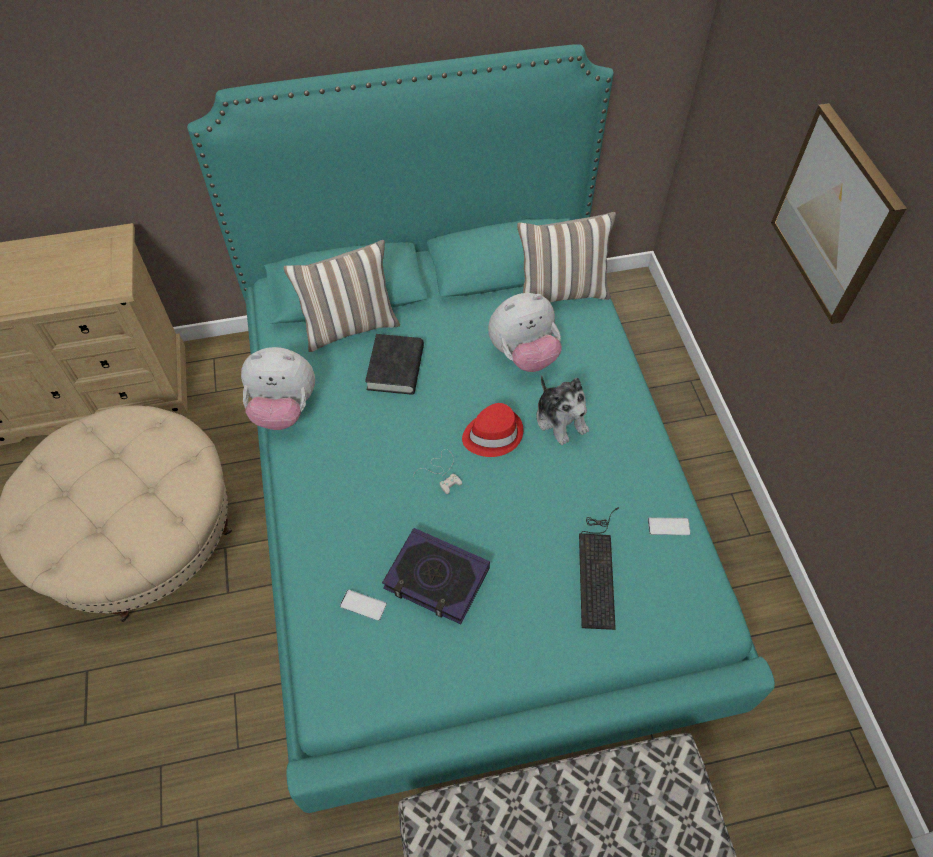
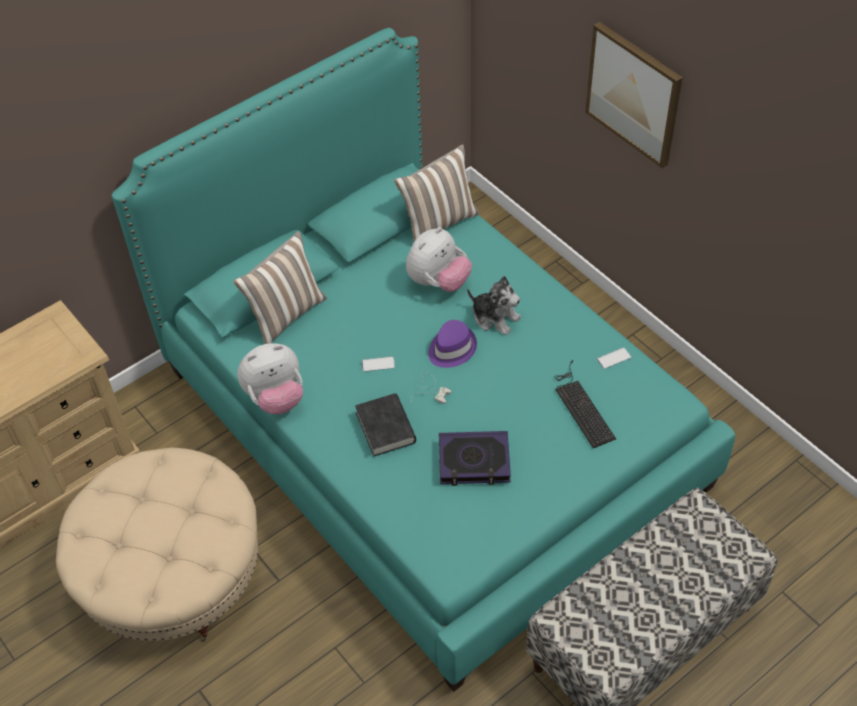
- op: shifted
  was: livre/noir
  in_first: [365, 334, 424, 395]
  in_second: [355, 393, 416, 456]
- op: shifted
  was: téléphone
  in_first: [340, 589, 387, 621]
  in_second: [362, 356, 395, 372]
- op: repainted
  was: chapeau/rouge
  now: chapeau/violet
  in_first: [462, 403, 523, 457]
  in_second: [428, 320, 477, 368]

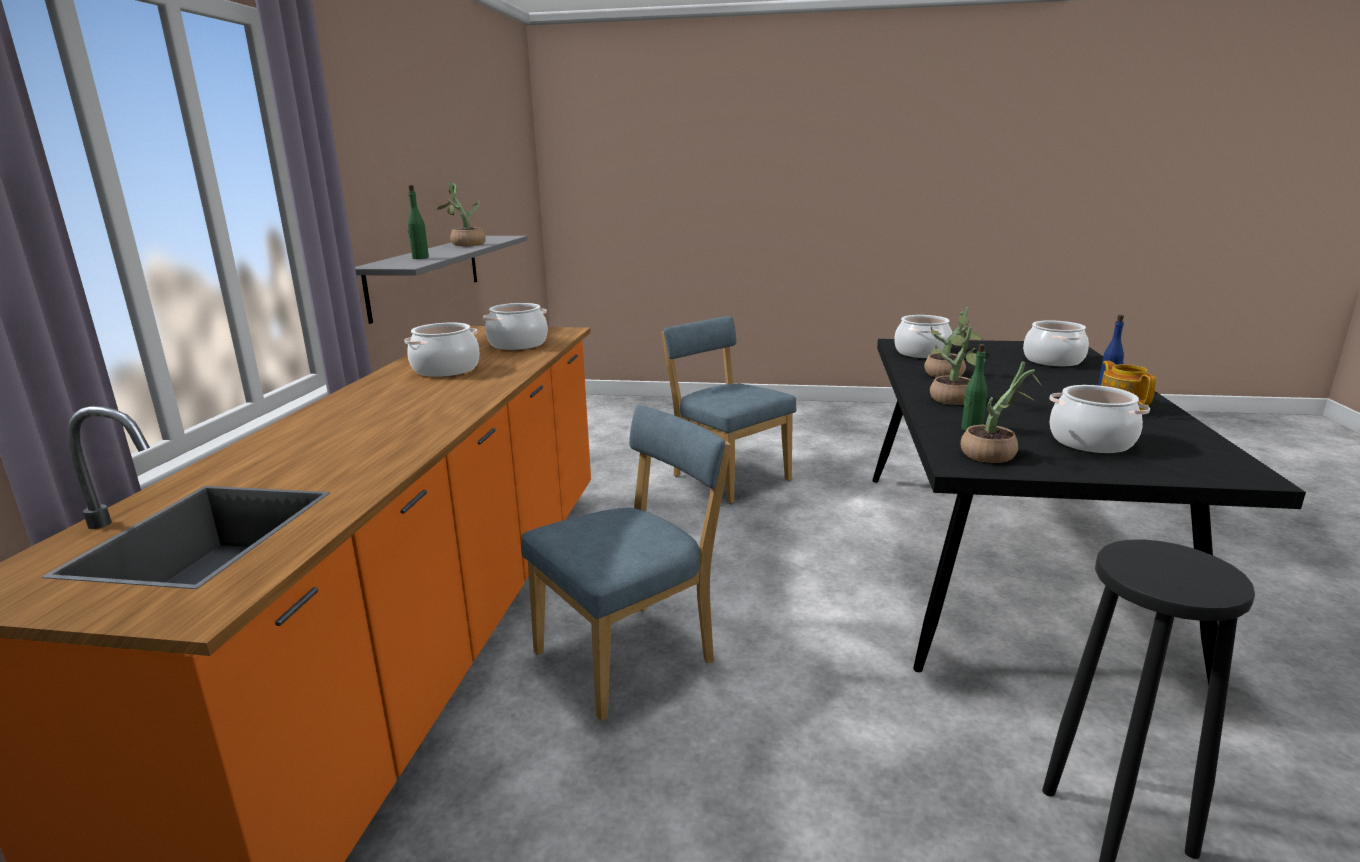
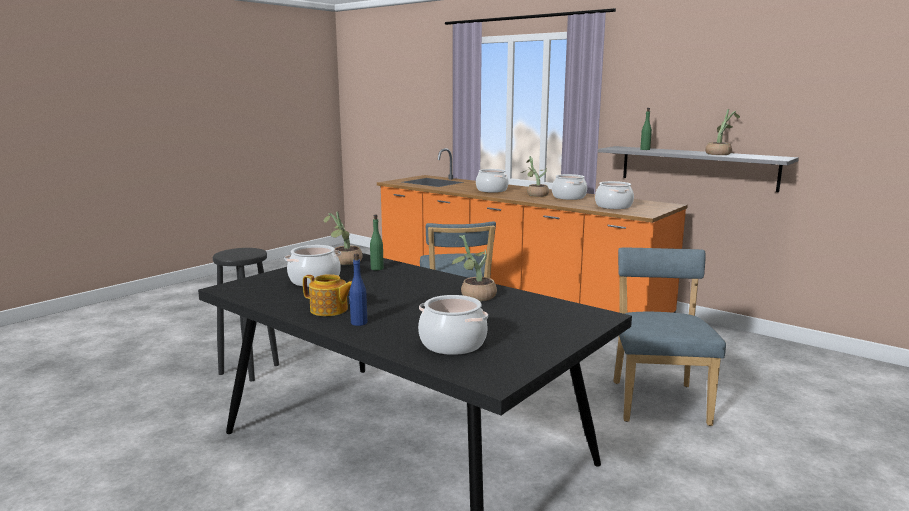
- op: shifted
  was: marmite
  in_first: [894, 315, 952, 358]
  in_second: [476, 169, 509, 193]
- op: shifted
  was: plante en pot
  in_first: [930, 327, 985, 405]
  in_second: [521, 156, 549, 197]
- op: rotated
  was: chaise/bleu
  in_first: [661, 316, 797, 503]
  in_second: [613, 248, 726, 426]
  clockwise: -75

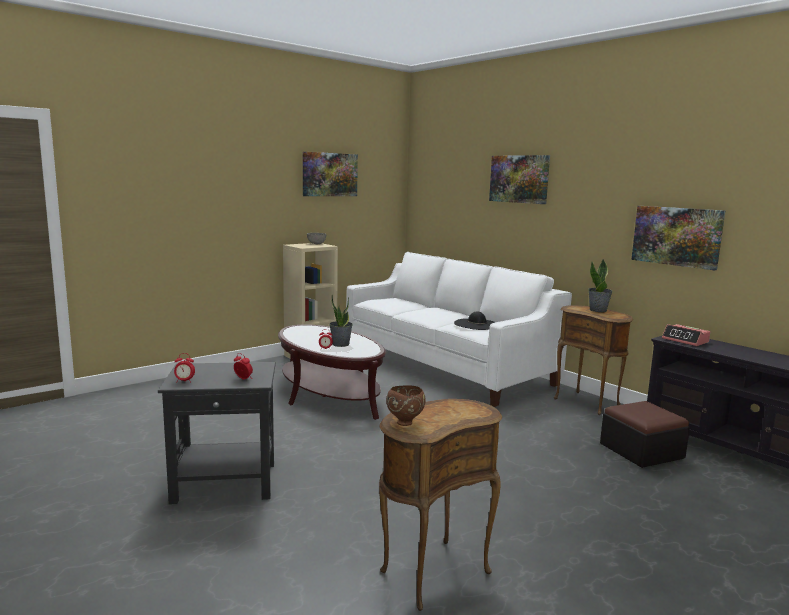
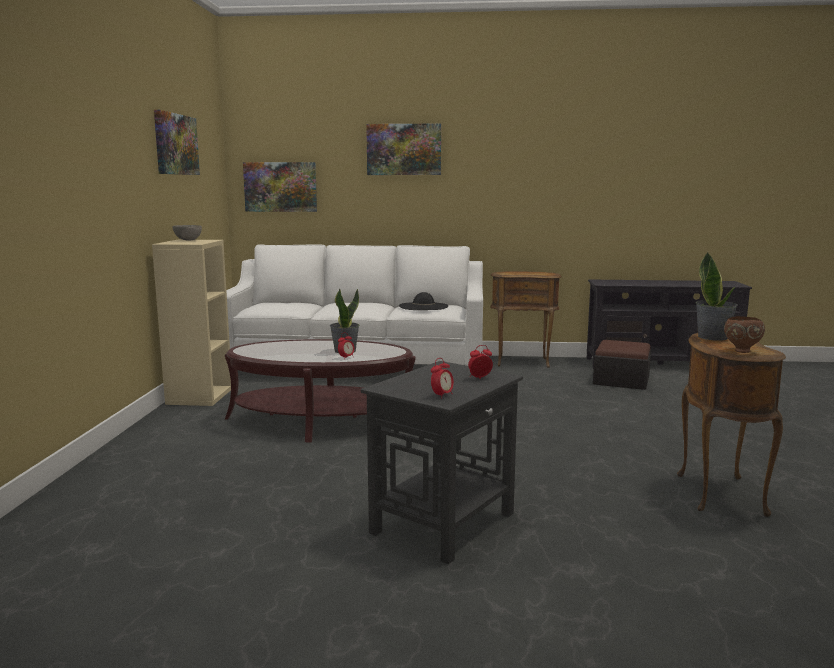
- op: shifted
  was: tableau
  in_first: [631, 206, 725, 270]
  in_second: [243, 162, 317, 212]
- op: shifted
  was: plante en pot
  in_first: [588, 259, 613, 312]
  in_second: [696, 251, 738, 341]
- op: gone
  was: réveil
  in_first: [662, 324, 710, 346]

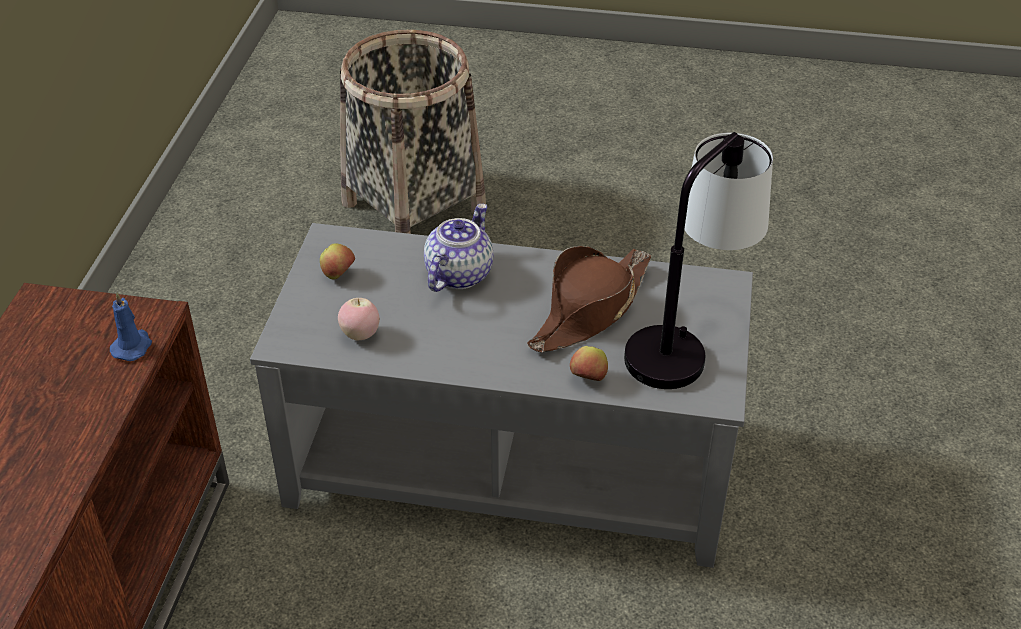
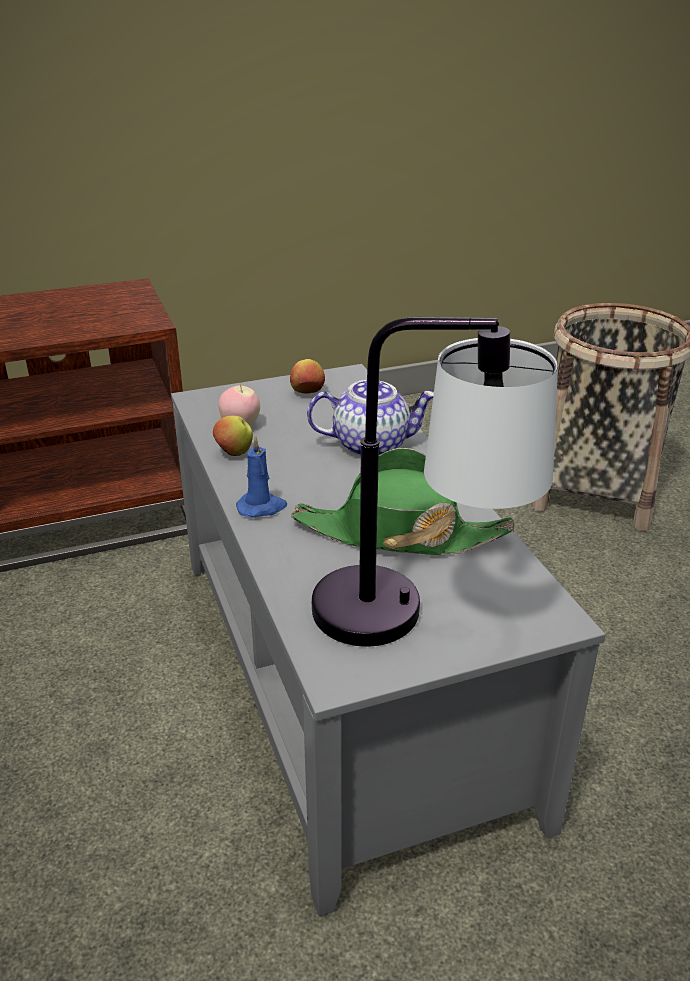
- op: shifted
  was: pomme
  in_first: [570, 346, 608, 381]
  in_second: [213, 415, 253, 456]
- op: shifted
  was: bougie/bleu
  in_first: [110, 292, 152, 361]
  in_second: [236, 435, 287, 518]
- op: repainted
  was: chapeau/marron
  now: chapeau/vert
  in_first: [527, 246, 651, 352]
  in_second: [291, 448, 514, 555]

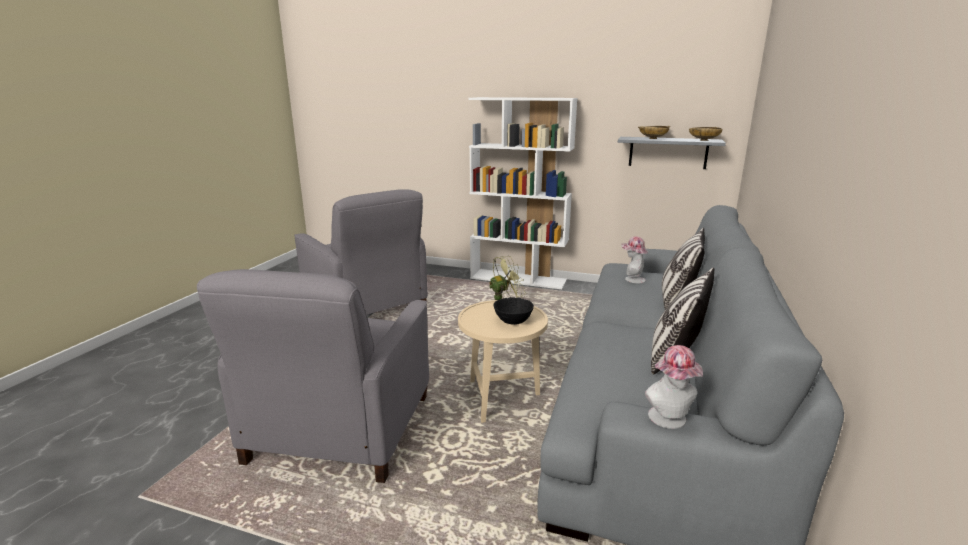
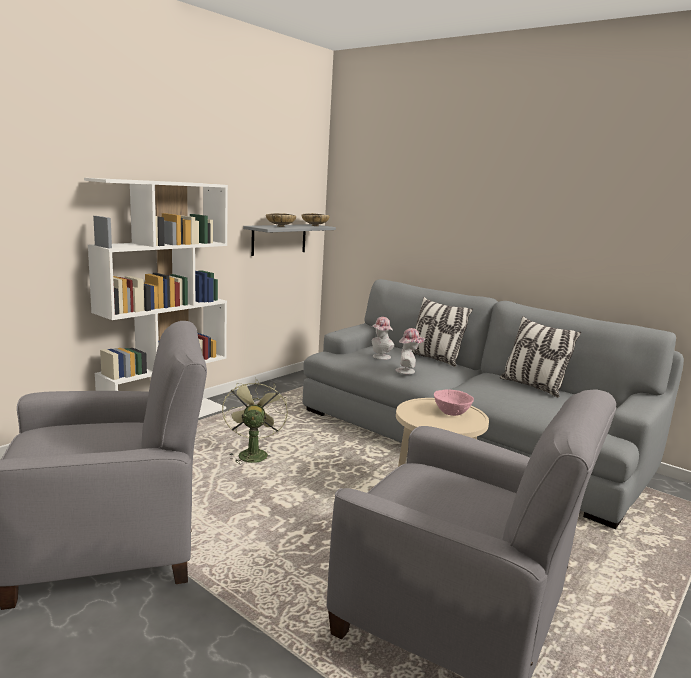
- op: shifted
  was: chapeau
  in_first: [645, 345, 703, 429]
  in_second: [396, 328, 426, 374]
- op: repainted
  was: bol/noir
  now: bol/rose
  in_first: [494, 297, 534, 325]
  in_second: [434, 389, 474, 416]

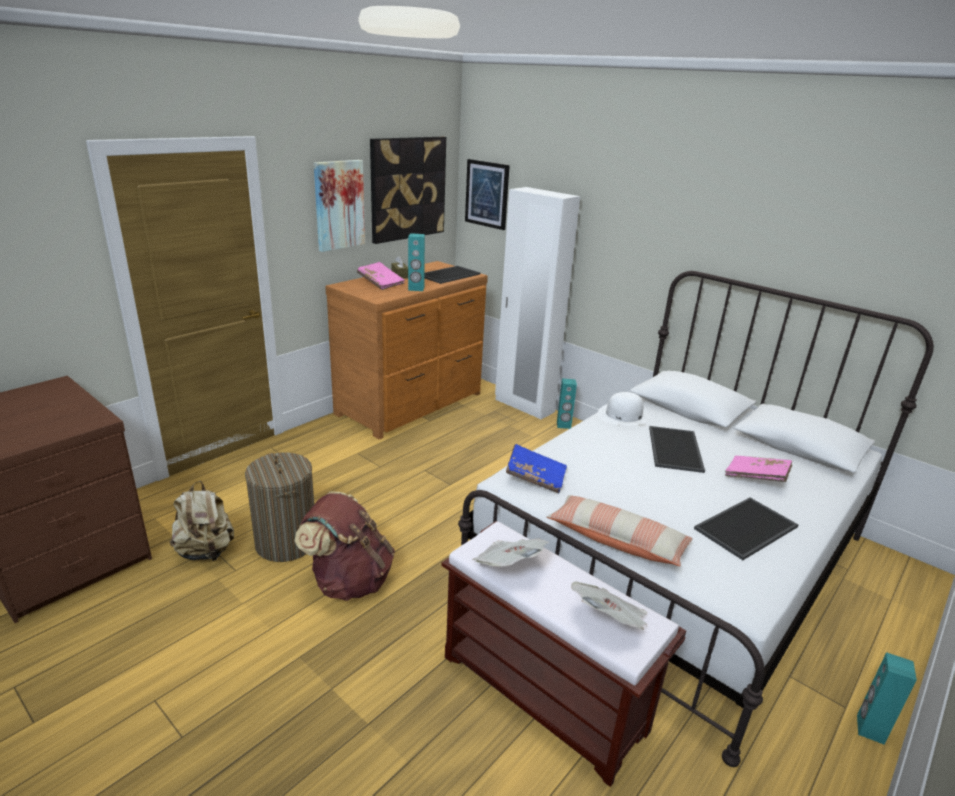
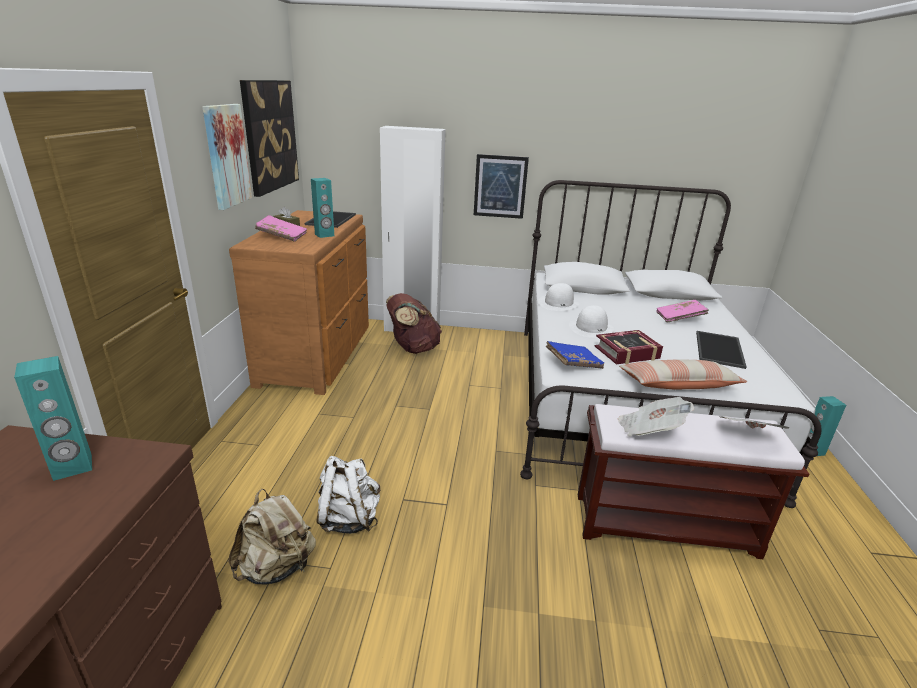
- op: shifted
  was: enceinte/turquoise
  in_first: [557, 378, 577, 429]
  in_second: [14, 356, 92, 481]
- op: swapped
  was: panier à linge
  now: sac à dos/blanc
  in_first: [245, 453, 314, 562]
  in_second: [317, 456, 380, 534]
- op: shifted
  was: sac à dos/marron
  in_first: [295, 491, 395, 601]
  in_second: [386, 293, 442, 354]
- op: shifted
  was: tableau
  in_first: [465, 159, 510, 230]
  in_second: [474, 154, 529, 219]
- op: new
  now: chapeau/blanc
  in_second: [569, 305, 614, 338]
- op: new
  now: livre
  in_second: [594, 330, 663, 365]
- op: gone
  was: plateau
  in_first: [649, 426, 705, 473]

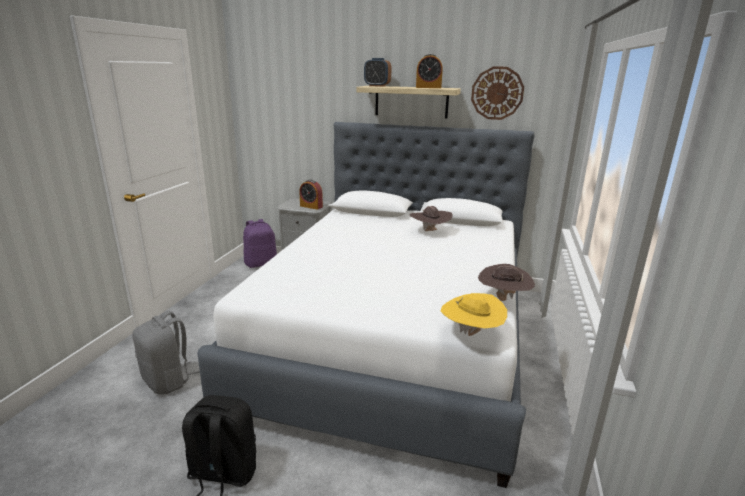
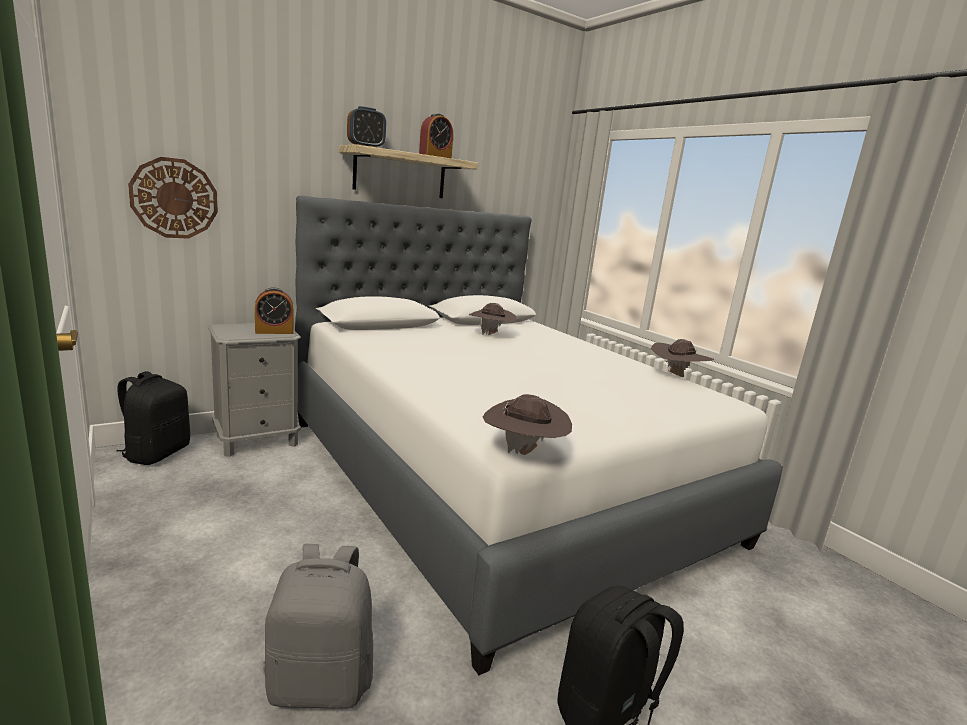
- op: repainted
  was: sac à dos/violet
  now: sac à dos/noir
  in_first: [243, 219, 277, 268]
  in_second: [116, 371, 190, 465]
- op: shifted
  was: horloge murale
  in_first: [471, 66, 524, 120]
  in_second: [128, 157, 218, 239]
- op: new
  now: chapeau/marron
  in_second: [483, 394, 572, 455]
- op: gone
  was: chapeau/jaune
  in_first: [440, 293, 507, 336]

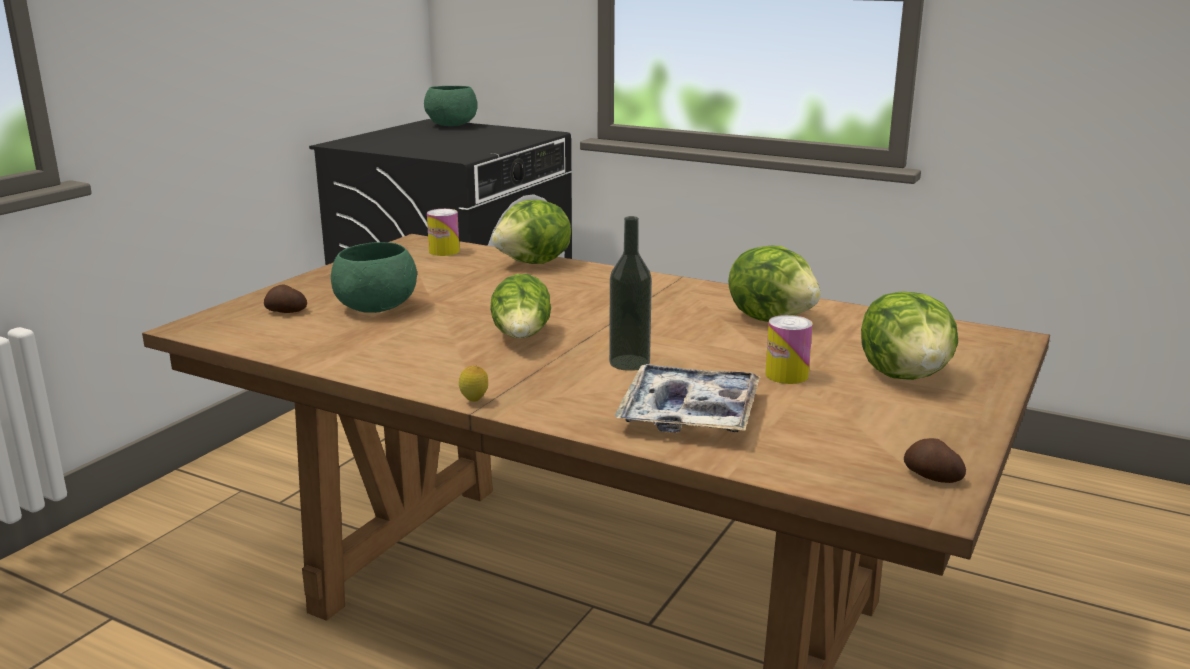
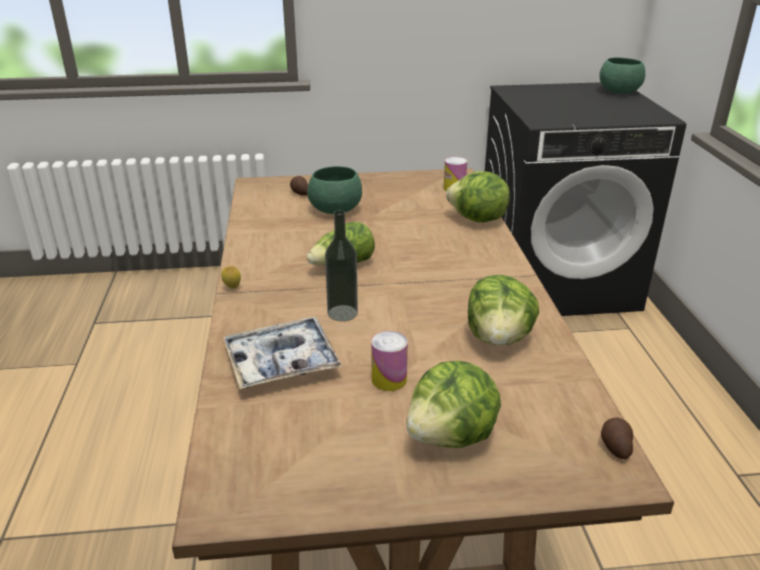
- op: shifted
  was: pomme de terre
  in_first: [904, 438, 966, 483]
  in_second: [601, 417, 633, 459]

